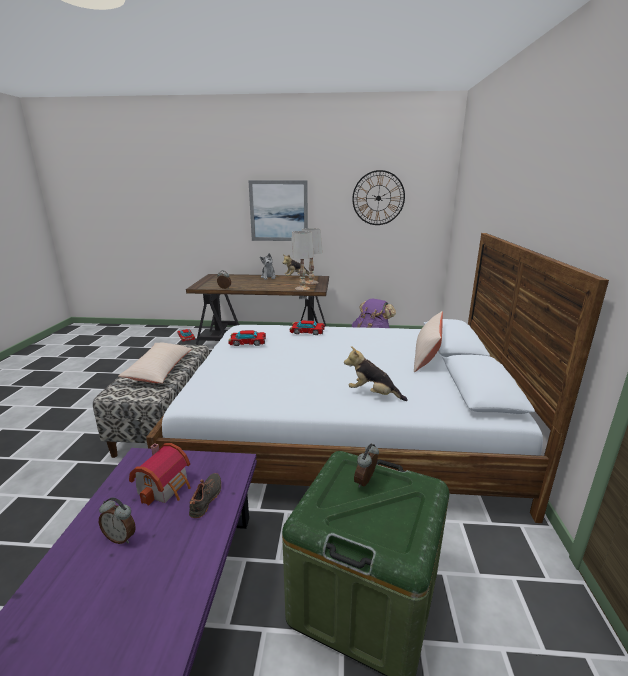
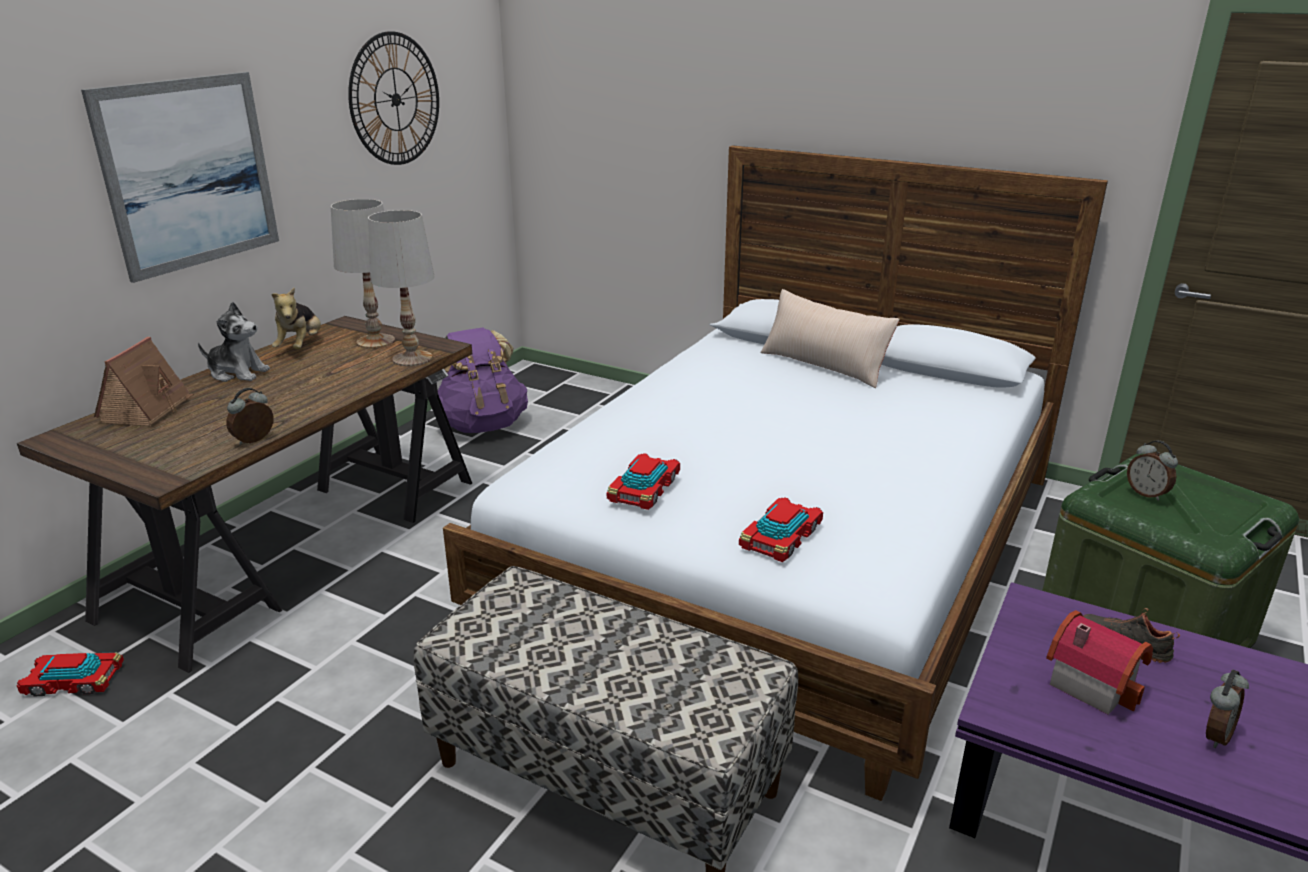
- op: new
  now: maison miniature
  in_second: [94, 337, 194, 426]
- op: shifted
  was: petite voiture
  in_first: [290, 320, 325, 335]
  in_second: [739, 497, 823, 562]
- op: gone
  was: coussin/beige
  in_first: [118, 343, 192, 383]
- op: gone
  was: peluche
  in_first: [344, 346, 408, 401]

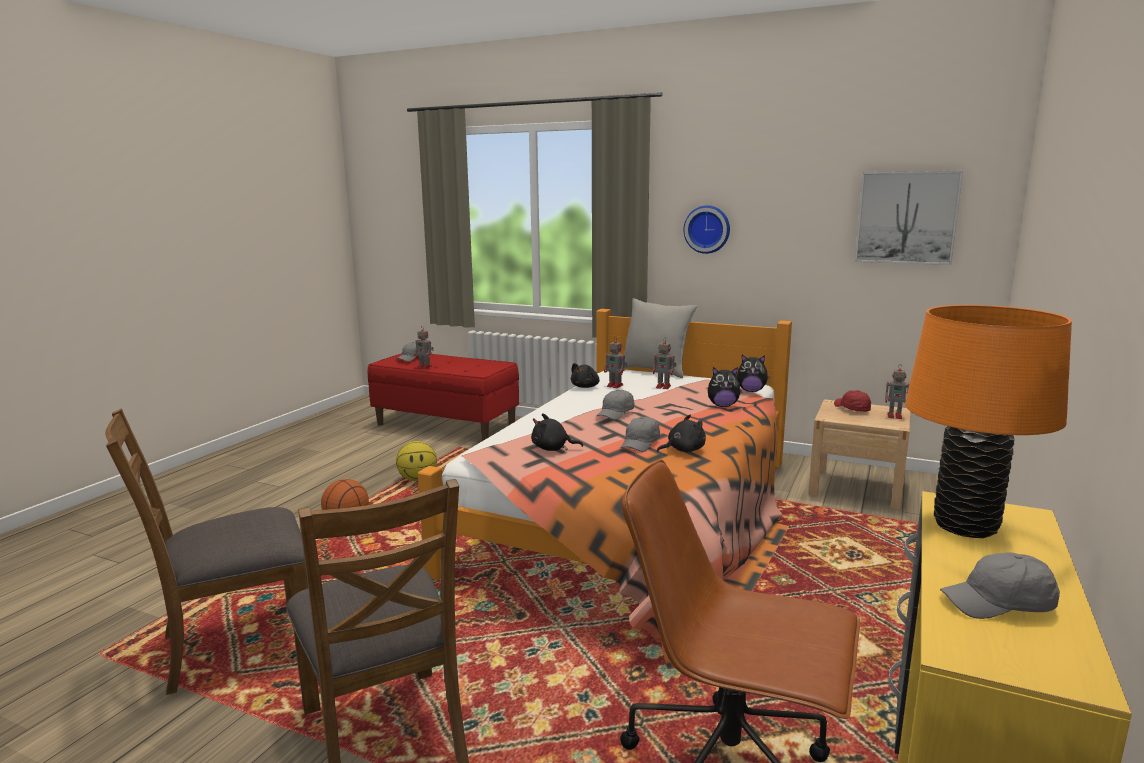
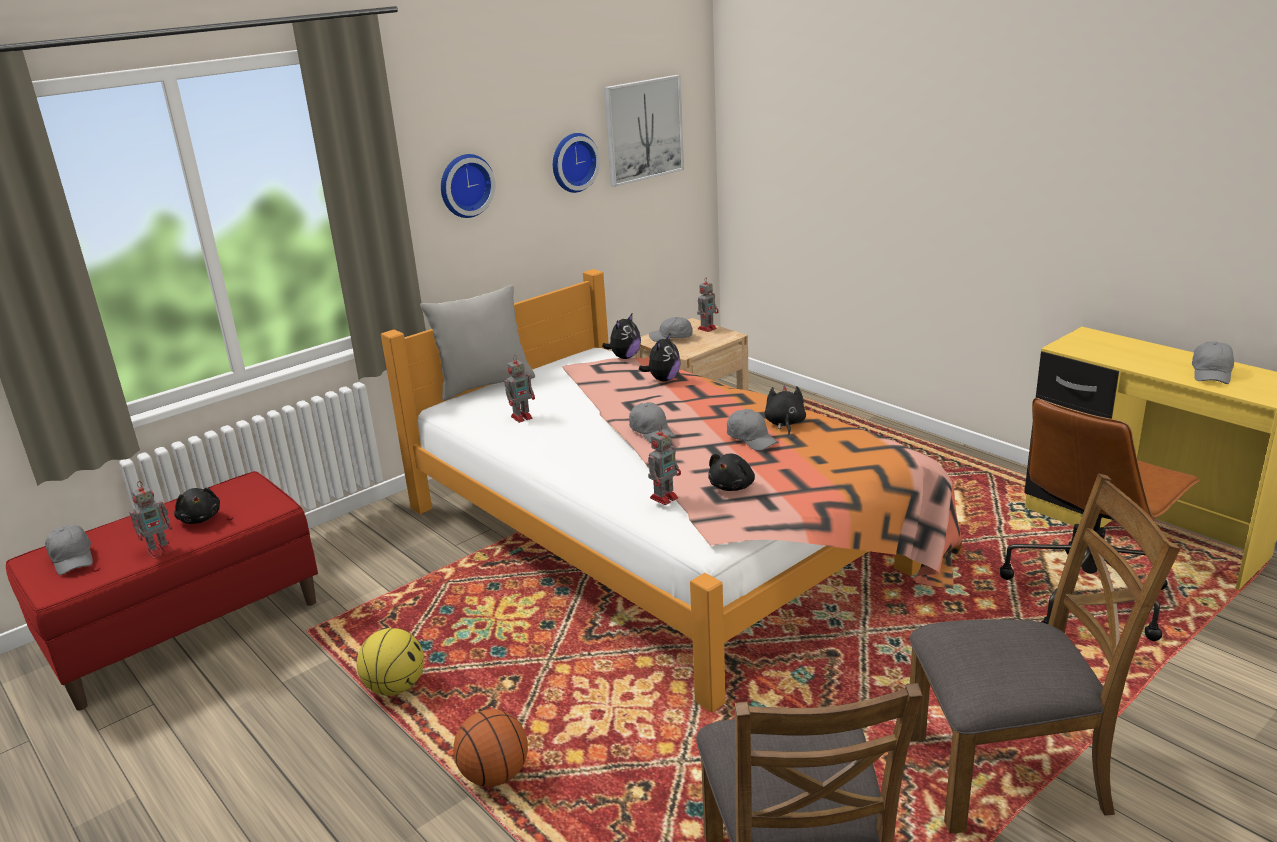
- op: shifted
  was: peluche/noir
  in_first: [571, 363, 600, 388]
  in_second: [174, 488, 220, 524]
- op: new
  now: horloge murale
  in_second: [553, 133, 600, 193]
- op: shifted
  was: robot jouet
  in_first: [653, 337, 677, 389]
  in_second: [648, 425, 681, 505]
- op: repainted
  was: casquette/rouge
  now: casquette/gris
  in_first: [834, 390, 871, 412]
  in_second: [649, 317, 693, 342]
- op: gone
  was: lampe de table/orange
  in_first: [905, 305, 1072, 538]

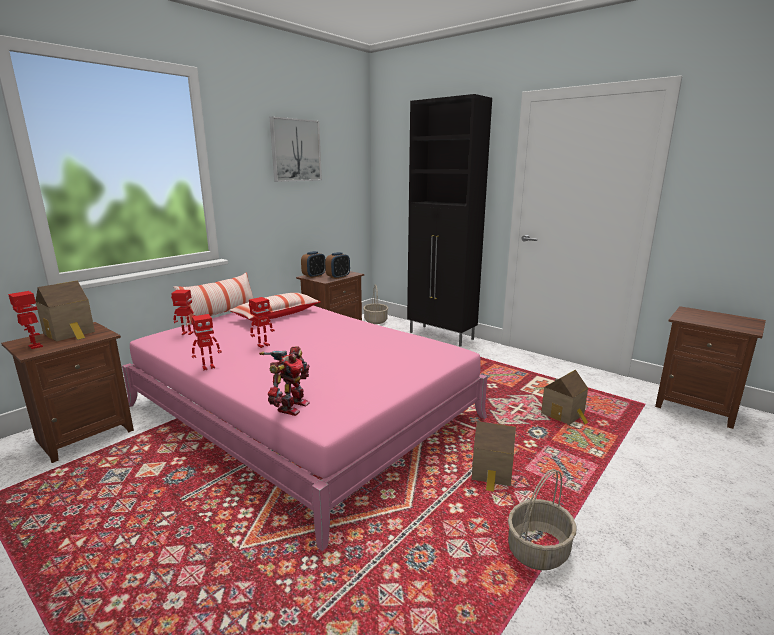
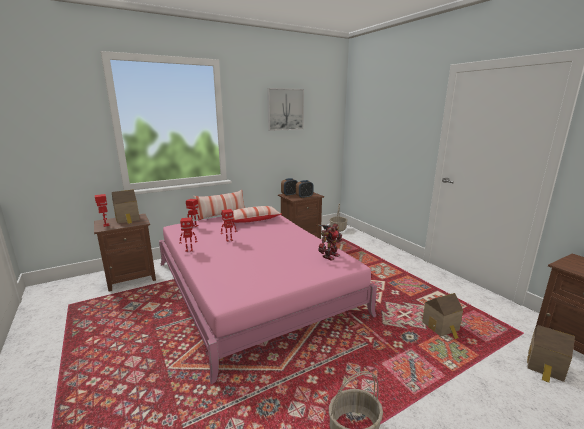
- op: shifted
  was: robot jouet
  in_first: [259, 346, 310, 416]
  in_second: [317, 224, 342, 261]
- op: shifted
  was: maison miniature
  in_first: [472, 421, 516, 492]
  in_second: [527, 325, 575, 383]
- op: gone
  was: meuble de rangement/noir
  in_first: [407, 94, 492, 347]

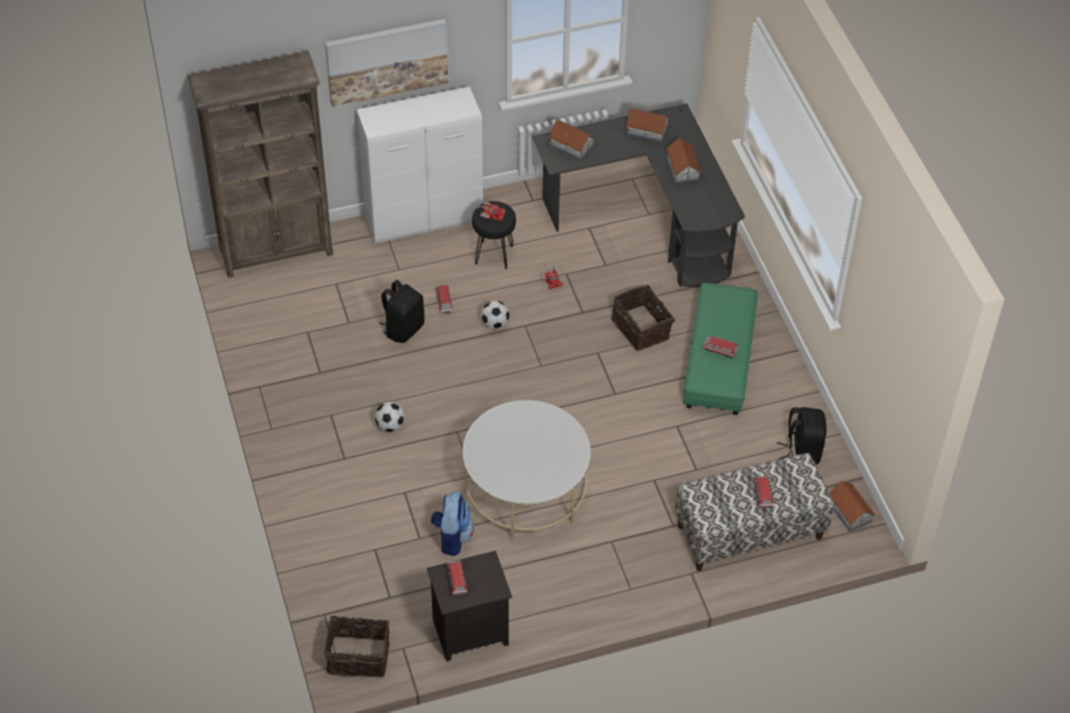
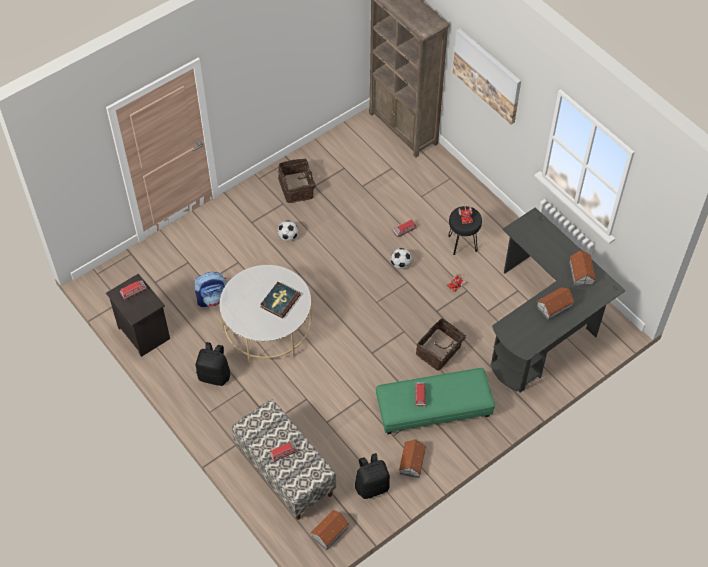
- op: shifted
  was: sac à dos/noir
  in_first: [379, 280, 425, 343]
  in_second: [195, 342, 230, 386]
- op: new
  now: livre
  in_second: [260, 282, 301, 319]
- op: shifted
  was: panier
  in_first: [324, 606, 389, 677]
  in_second: [278, 158, 316, 203]
- op: shifted
  was: maison miniature
  in_first: [549, 120, 596, 160]
  in_second: [399, 439, 426, 478]
- op: gone
  was: meuble de rangement/blanc
  in_first: [357, 86, 483, 244]

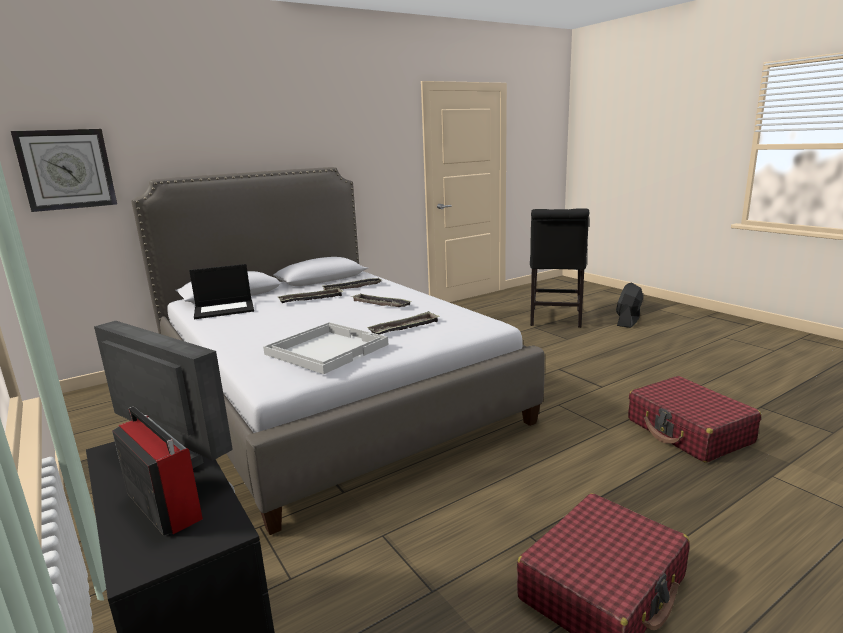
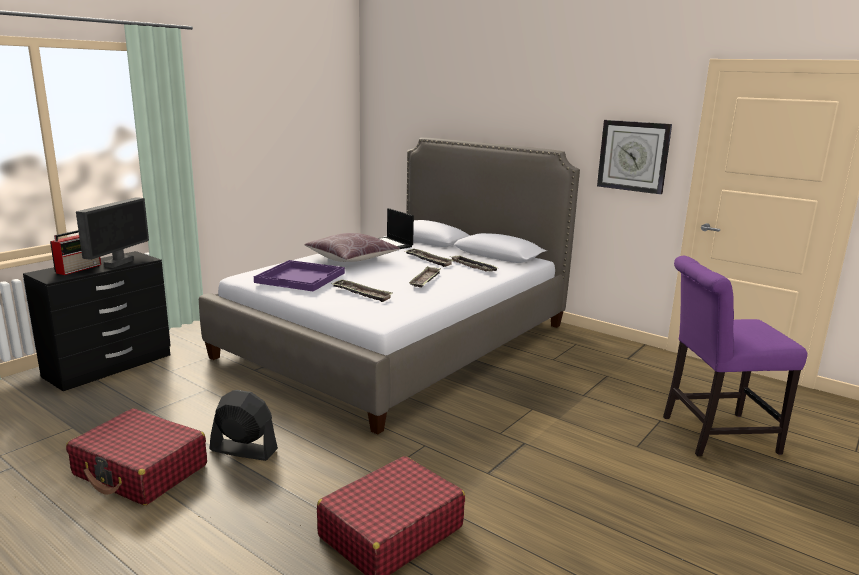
- op: shifted
  was: ventilateur/noir
  in_first: [616, 283, 643, 328]
  in_second: [209, 390, 278, 461]
- op: repainted
  was: plateau/blanc
  now: plateau/violet
  in_first: [263, 322, 388, 374]
  in_second: [254, 260, 345, 292]
- op: new
  now: coussin/marron
  in_second: [304, 233, 400, 262]
- op: shifted
  was: horloge murale
  in_first: [11, 129, 117, 212]
  in_second: [597, 120, 672, 194]
- op: repainted
  was: chaise/noir
  now: chaise/violet
  in_first: [530, 208, 589, 328]
  in_second: [663, 256, 808, 456]

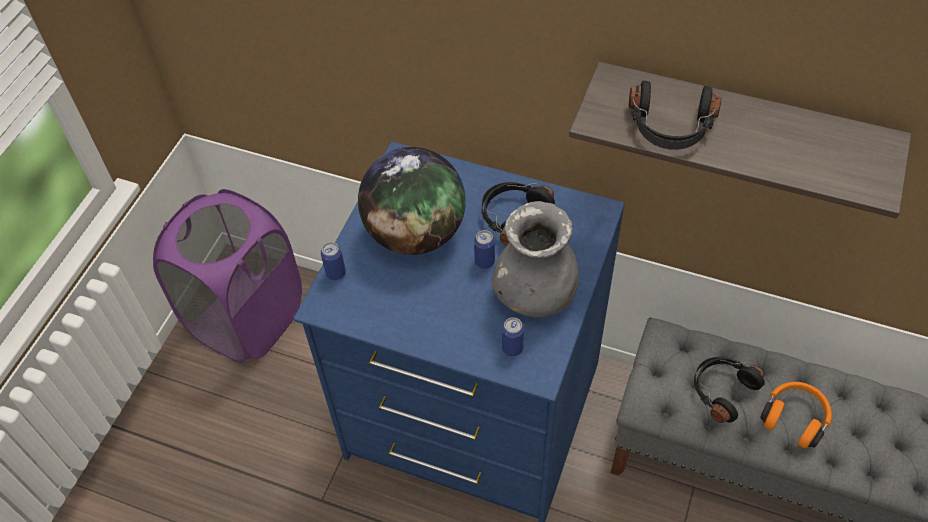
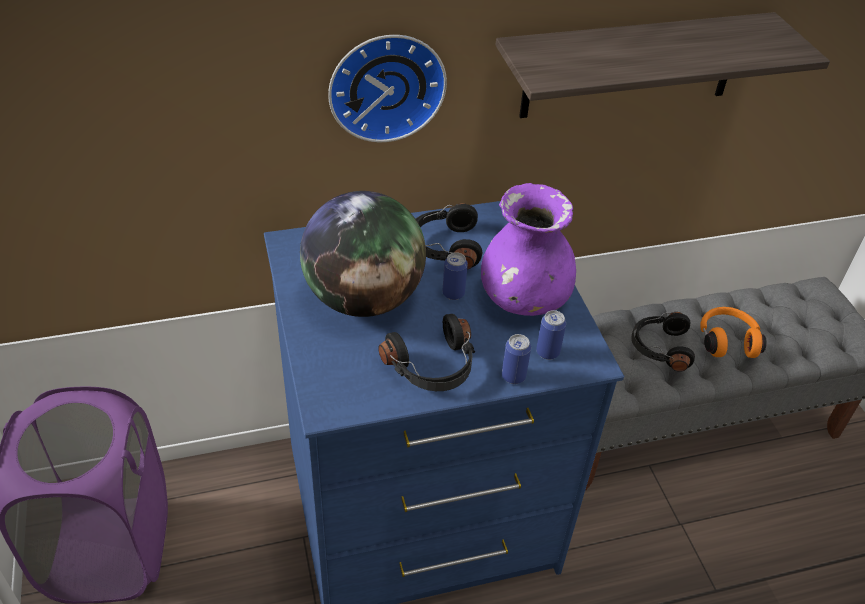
- op: new
  now: horloge murale
  in_second: [328, 35, 447, 142]
- op: shifted
  was: casque audio/noir
  in_first: [629, 81, 722, 150]
  in_second: [378, 314, 475, 391]
- op: repainted
  was: vase/gris
  now: vase/violet
  in_first: [491, 201, 579, 318]
  in_second: [481, 183, 576, 316]
- op: shifted
  was: boîte métallique
  in_first: [321, 242, 346, 280]
  in_second: [502, 334, 531, 384]

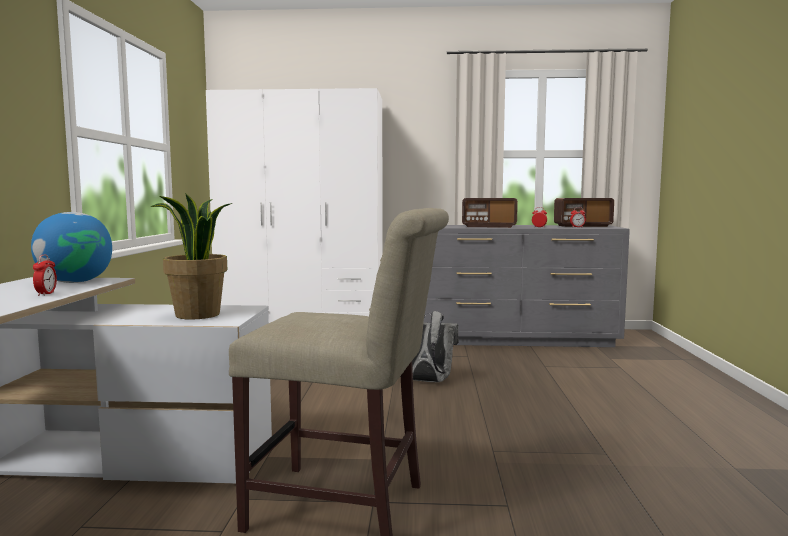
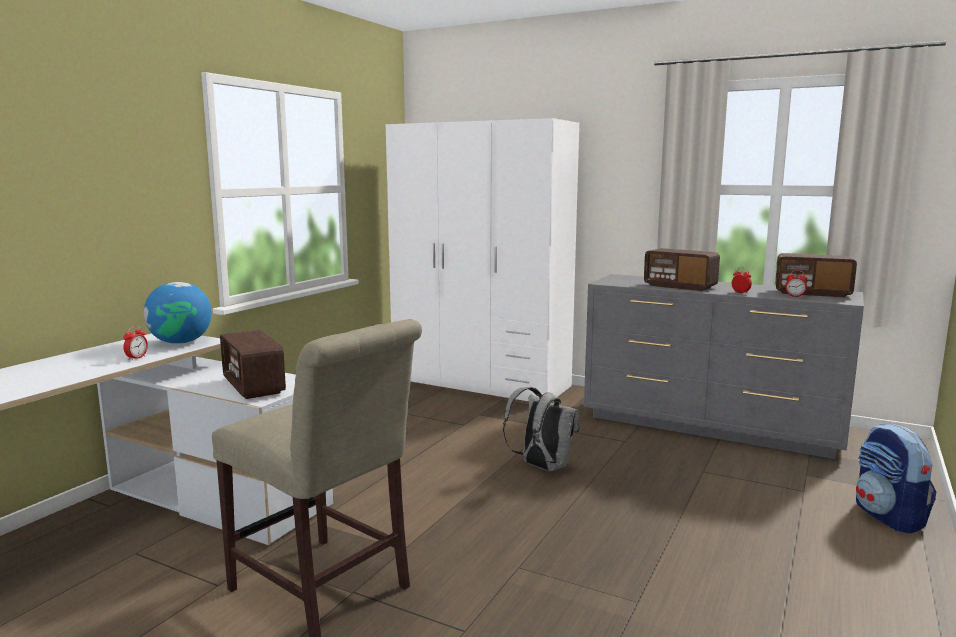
- op: swapped
  was: plante en pot
  now: radio
  in_first: [150, 193, 232, 320]
  in_second: [220, 330, 286, 399]
- op: new
  now: sac à dos
  in_second: [856, 424, 936, 533]

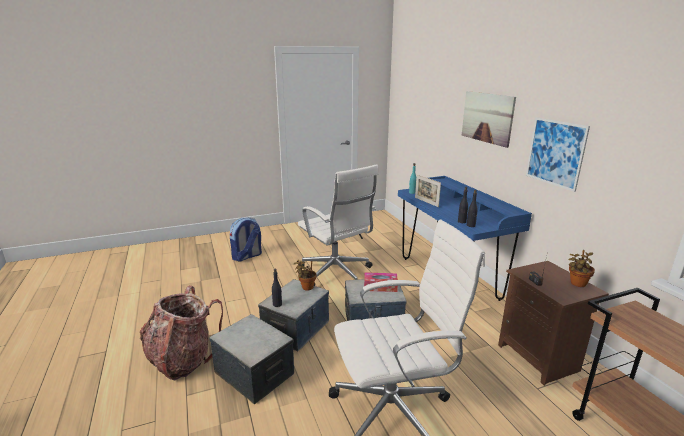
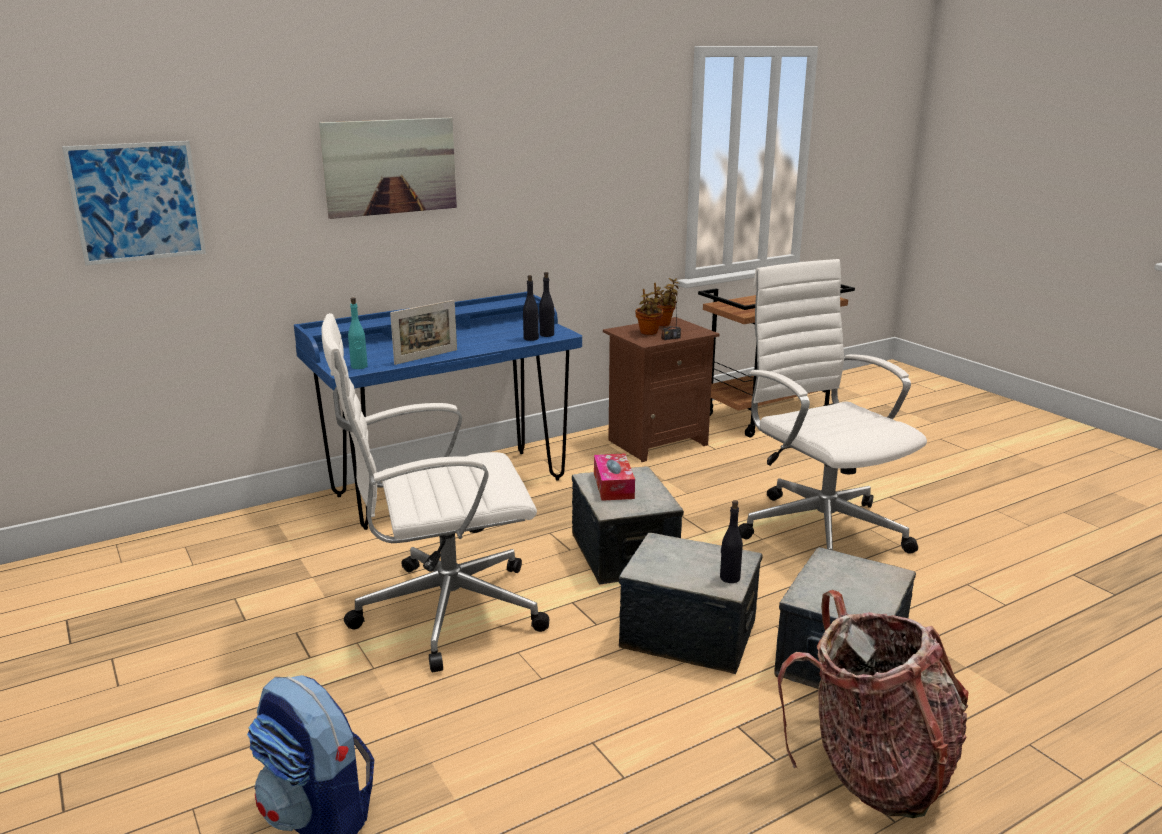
- op: shifted
  was: tableau
  in_first: [526, 117, 590, 192]
  in_second: [62, 141, 206, 266]
- op: rotated
  was: chaise de bureau/blanc
  in_first: [298, 165, 379, 286]
  in_second: [322, 313, 549, 672]
  clockwise: -150
- op: shifted
  was: plante en pot
  in_first: [294, 260, 317, 290]
  in_second: [635, 287, 664, 335]

